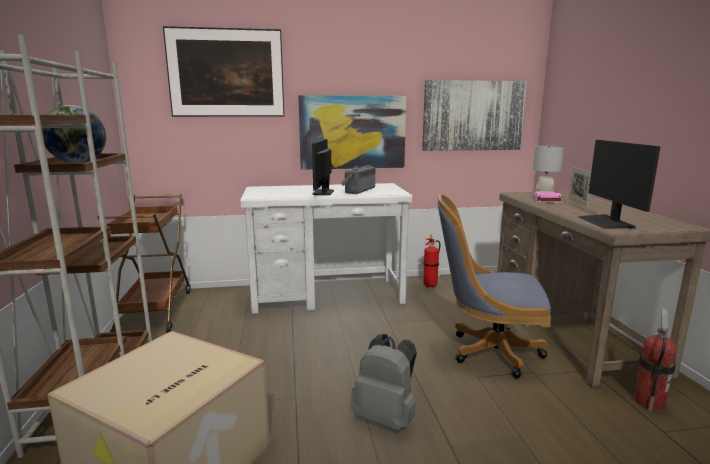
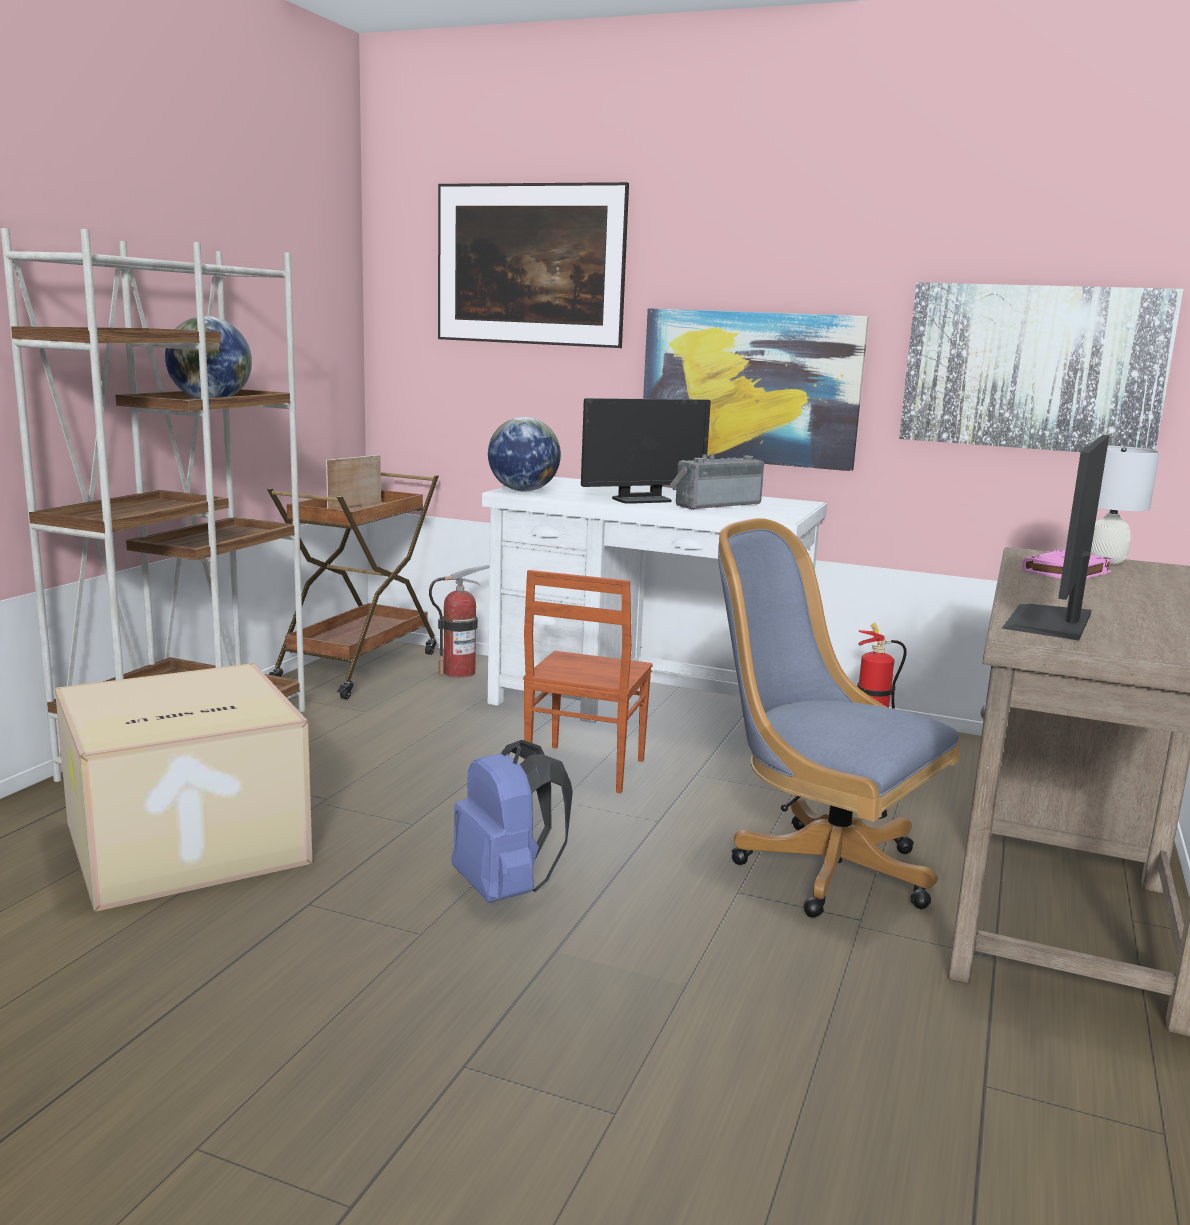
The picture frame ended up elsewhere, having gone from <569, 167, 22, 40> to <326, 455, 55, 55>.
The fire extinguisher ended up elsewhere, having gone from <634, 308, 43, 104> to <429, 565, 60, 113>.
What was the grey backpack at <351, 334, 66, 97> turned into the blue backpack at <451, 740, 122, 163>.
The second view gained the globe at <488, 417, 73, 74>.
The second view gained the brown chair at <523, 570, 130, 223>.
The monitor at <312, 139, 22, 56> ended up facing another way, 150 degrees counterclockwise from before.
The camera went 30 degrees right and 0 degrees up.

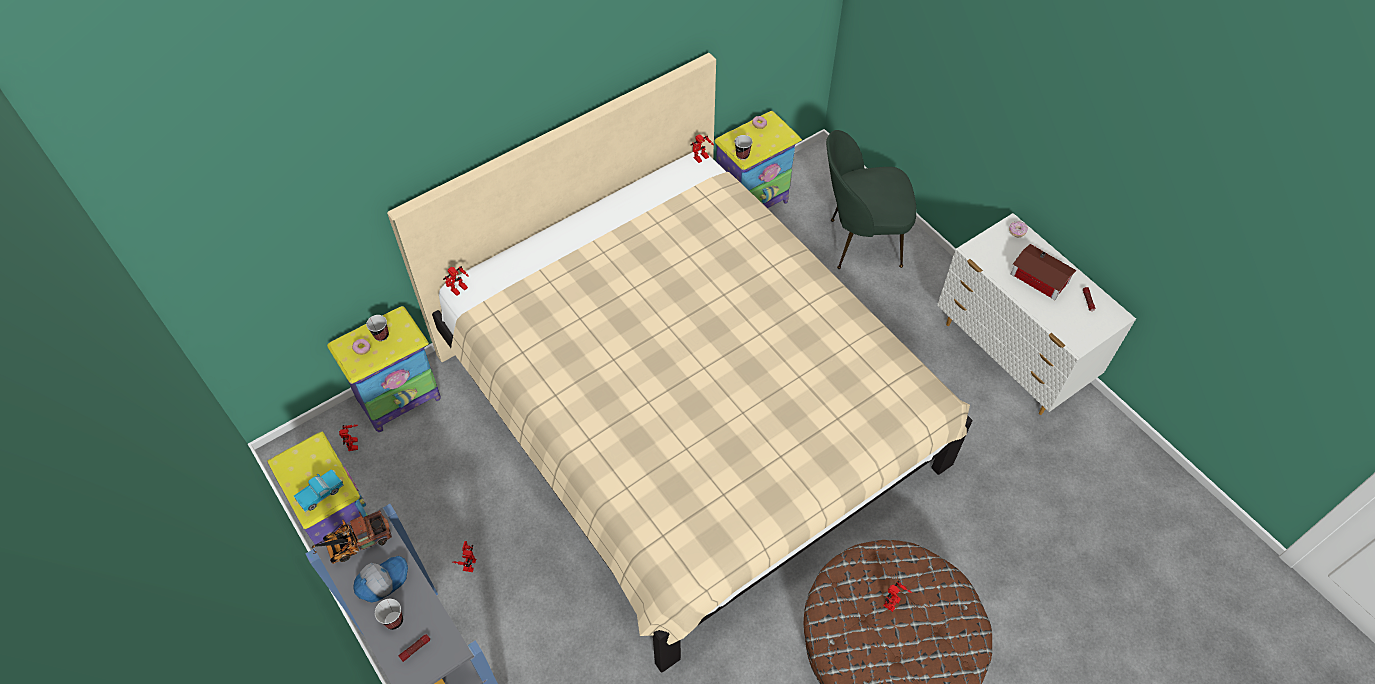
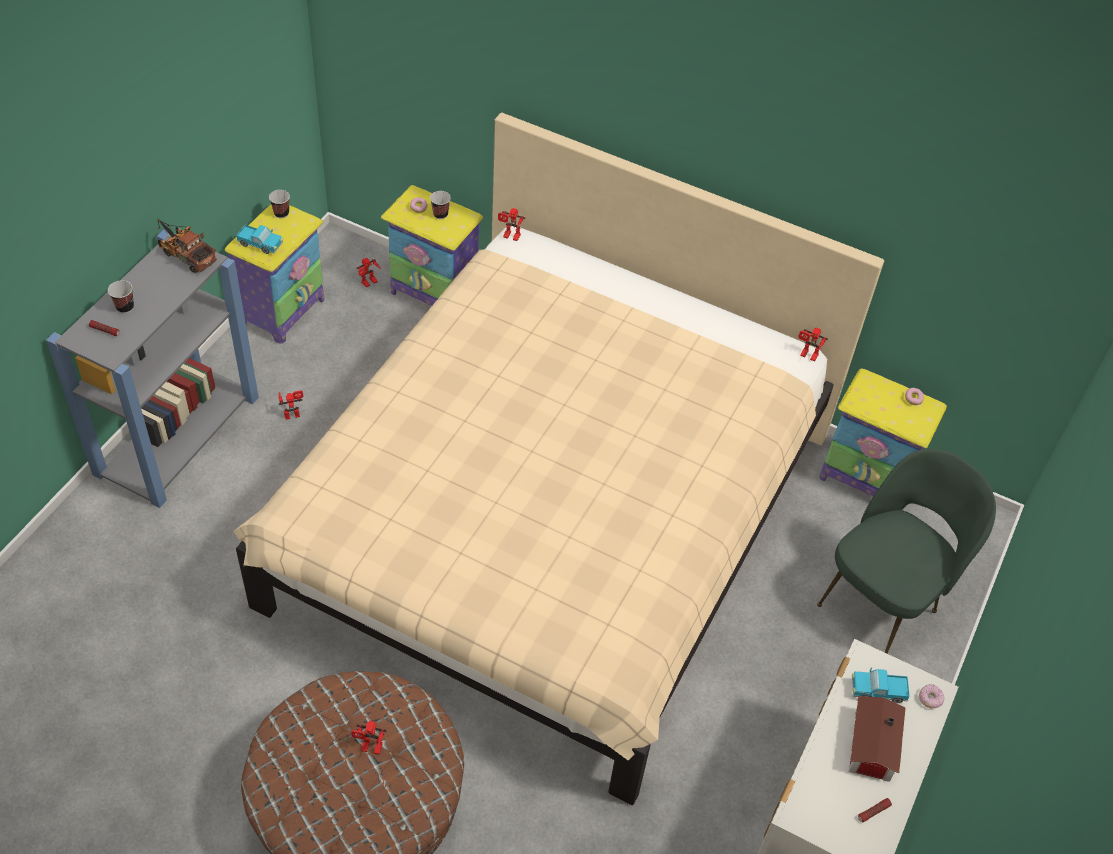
The cup ended up elsewhere, having gone from <735, 135, 18, 25> to <269, 190, 21, 28>.
The green chair at <826, 130, 90, 139> ended up facing another way, 75 degrees clockwise from before.
The second view gained the toy truck at <852, 667, 58, 36>.
The second view lost the cap at <353, 556, 55, 46>.
The camera went 60 degrees right and 5 degrees down.

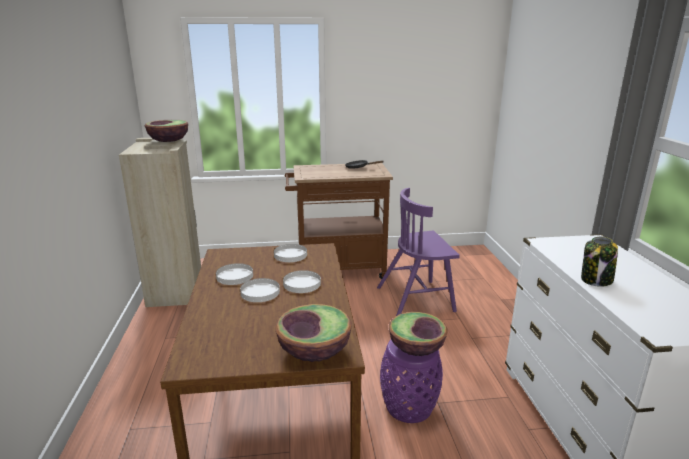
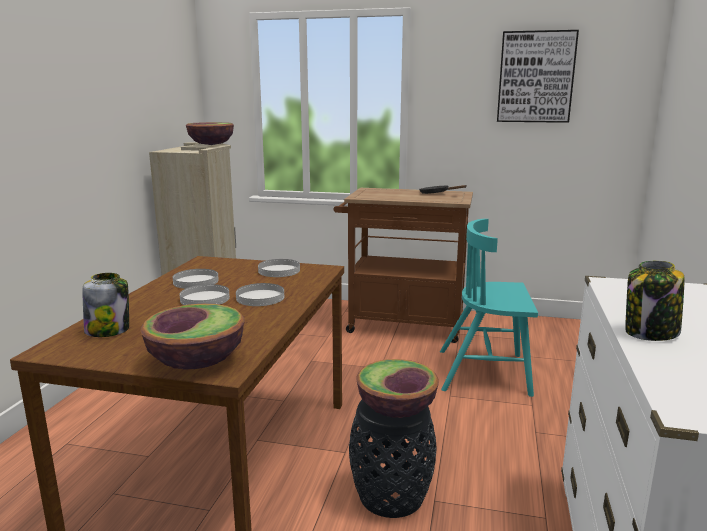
The second view gained the jar at <83, 273, 46, 64>.
What was the purple stool at <380, 340, 63, 83> turned into the black stool at <349, 400, 87, 118>.
What was the purple chair at <377, 188, 83, 128> turned into the turquoise chair at <440, 219, 98, 178>.
The second view gained the picture at <497, 30, 82, 93>.
The camera went 20 degrees right and 5 degrees down.

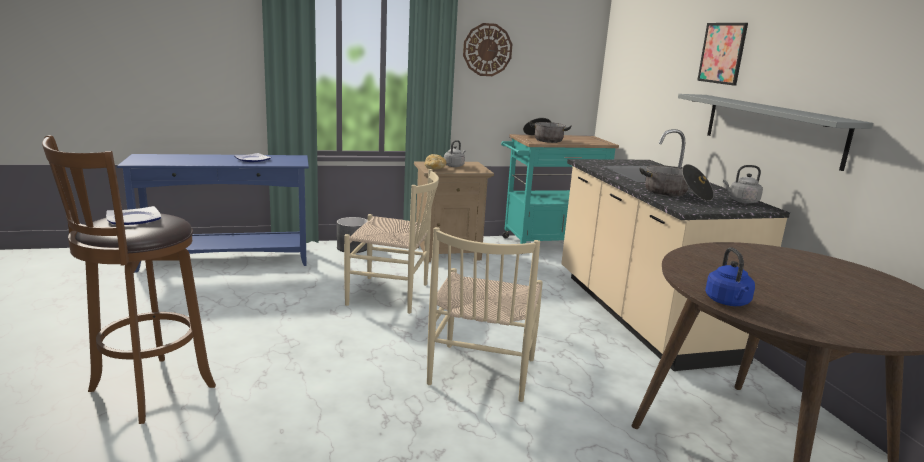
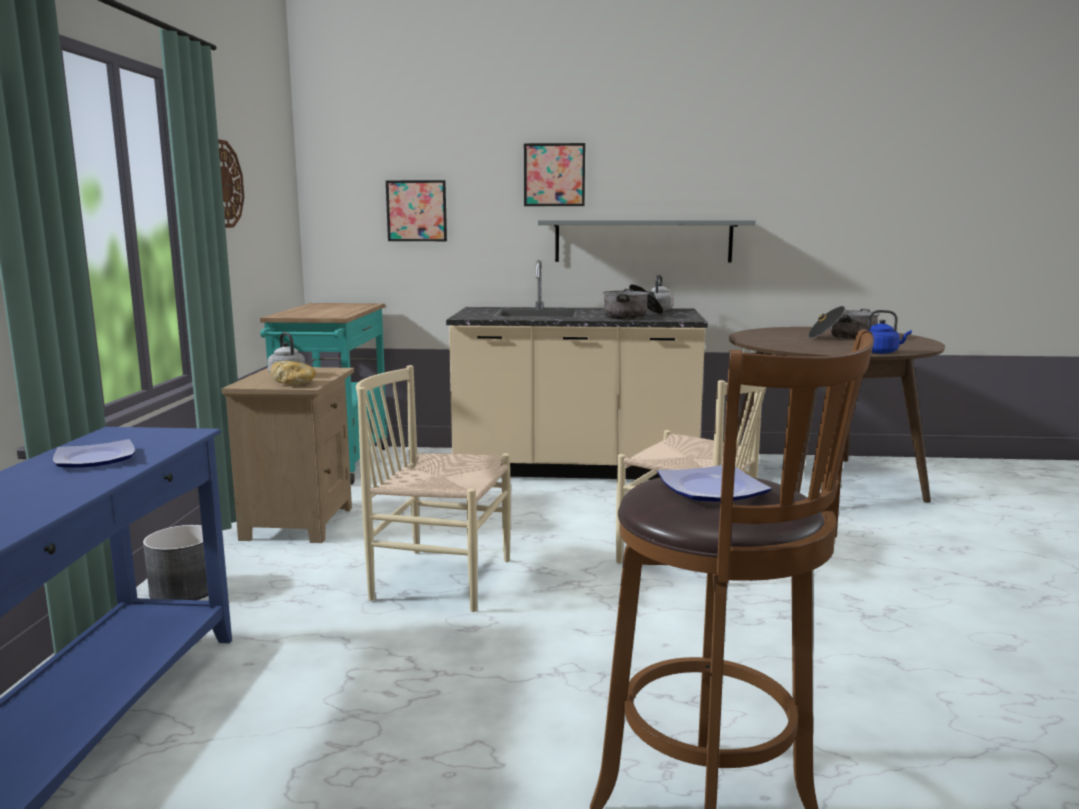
The beige chair at <344, 169, 95, 145> ended up facing another way, 105 degrees counterclockwise from before.
The second view gained the picture at <386, 180, 61, 61>.
The cooking pot ended up elsewhere, having gone from <523, 118, 48, 25> to <808, 306, 72, 34>.
The camera went 70 degrees left and 5 degrees down.

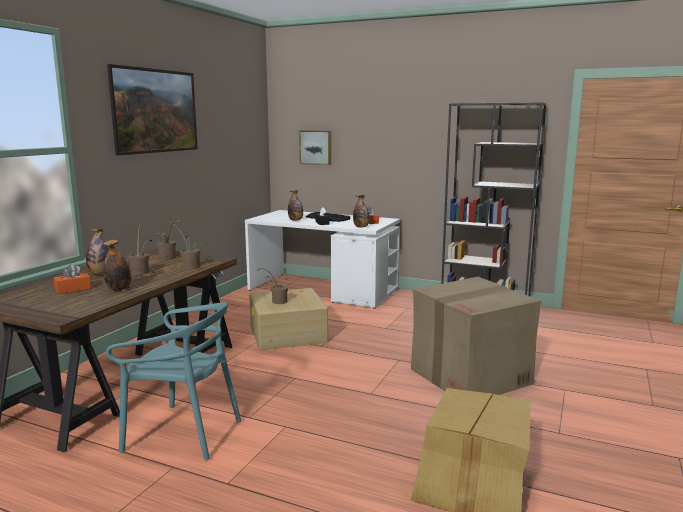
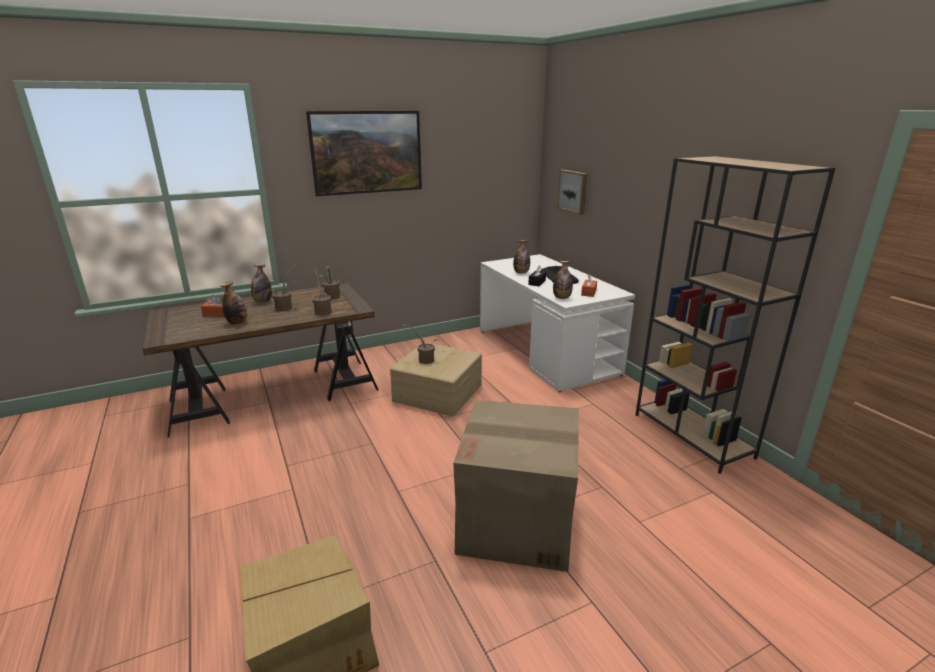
The second view lost the turquoise chair at <106, 302, 135, 158>.
The camera went 40 degrees right and 10 degrees up.

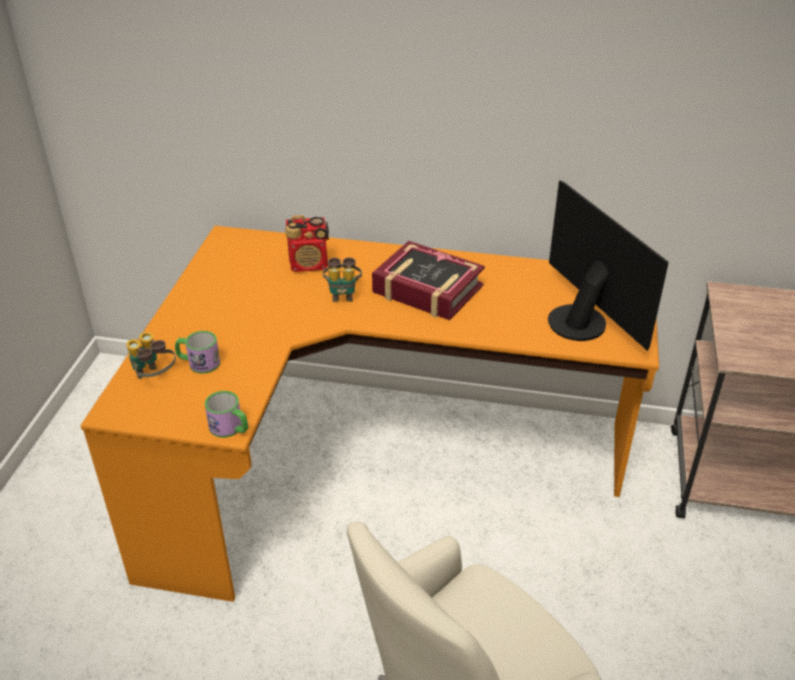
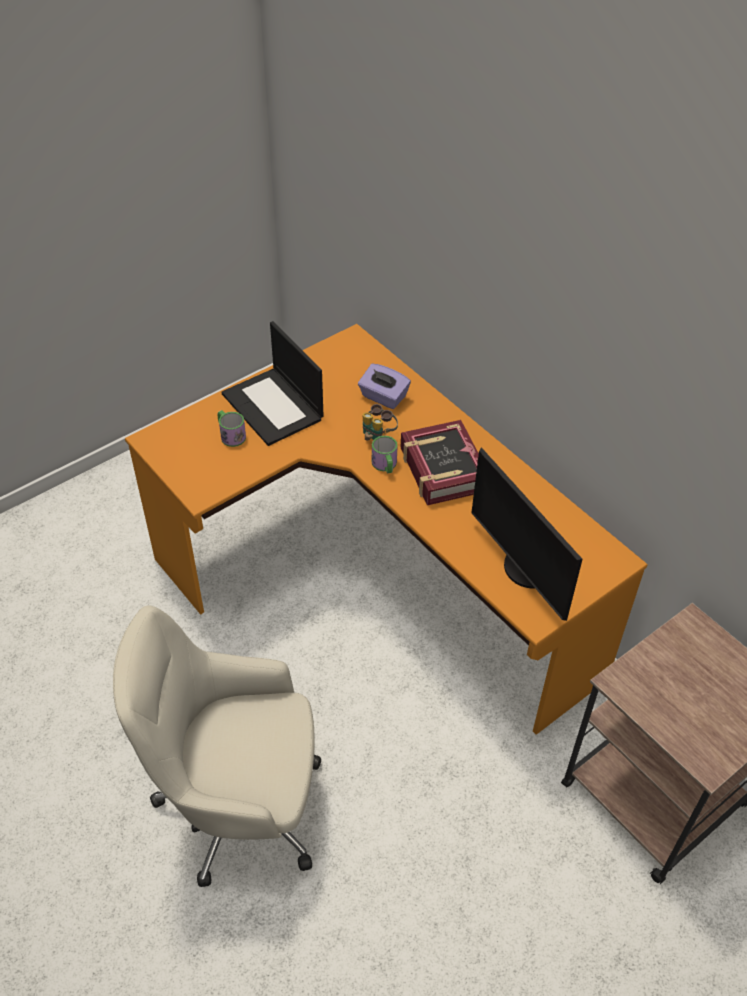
The second view gained the laptop at <222, 321, 101, 125>.
Where the radio stood at <285, 215, 44, 57>, the purple tissue box came to stand at <358, 364, 53, 45>.
The mug ended up elsewhere, having gone from <205, 391, 43, 47> to <372, 436, 26, 37>.
The monitor at <548, 180, 121, 171> ended up facing another way, 135 degrees clockwise from before.
The second view lost the binoculars at <126, 332, 50, 47>.
The camera went 40 degrees right and 10 degrees up.

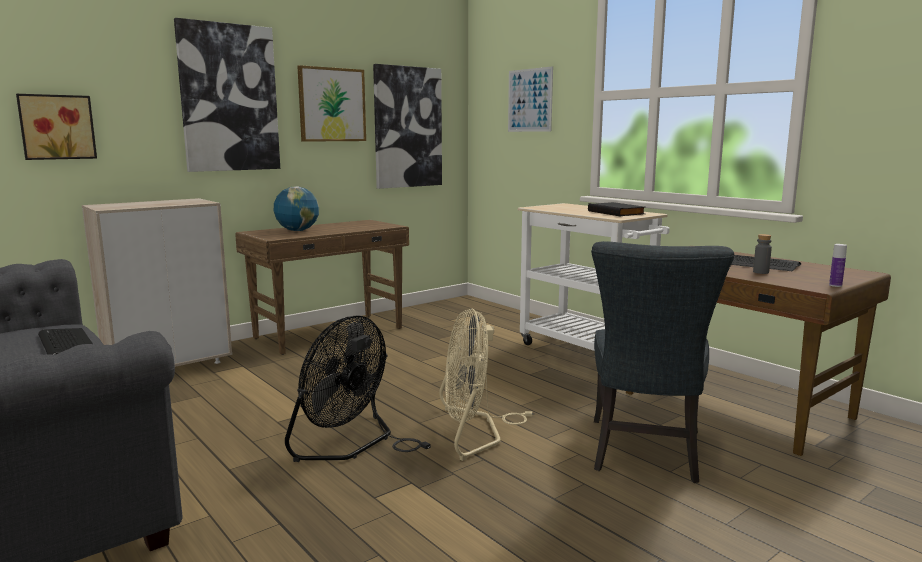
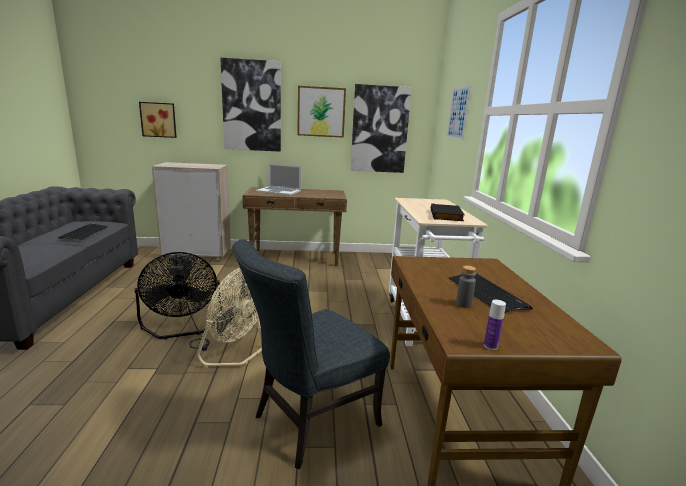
Where the globe stood at <274, 186, 45, 45>, the laptop came to stand at <256, 163, 45, 32>.
The camera went 35 degrees right and 5 degrees up.

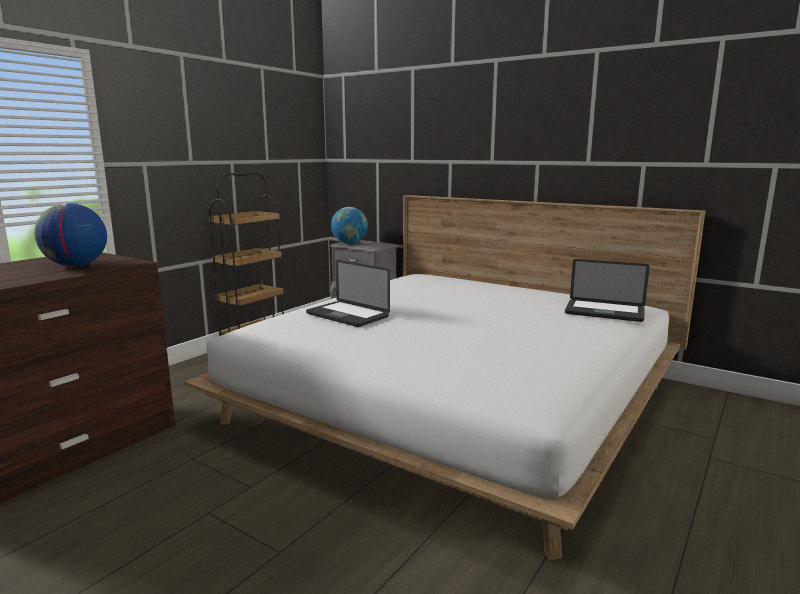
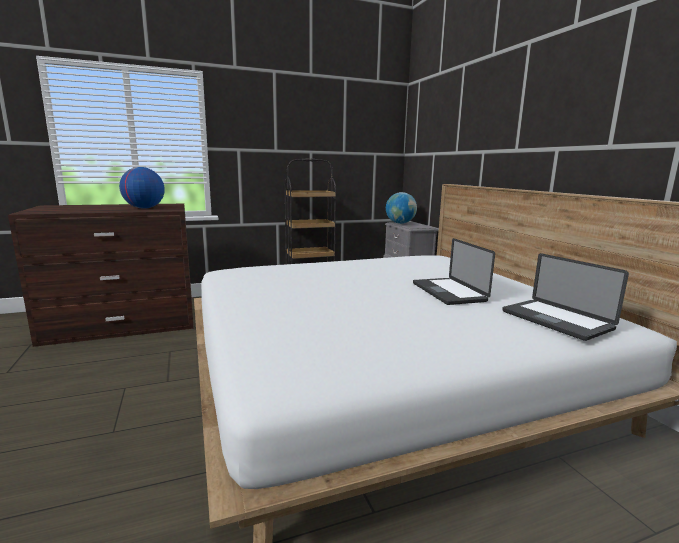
The laptop ended up elsewhere, having gone from <306, 260, 84, 67> to <413, 238, 82, 67>.
The camera went 35 degrees right and 0 degrees up.

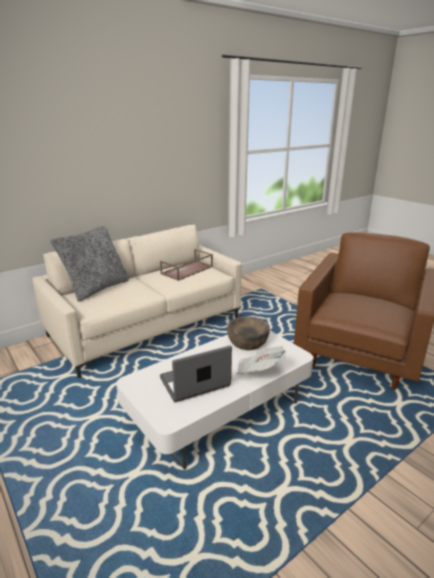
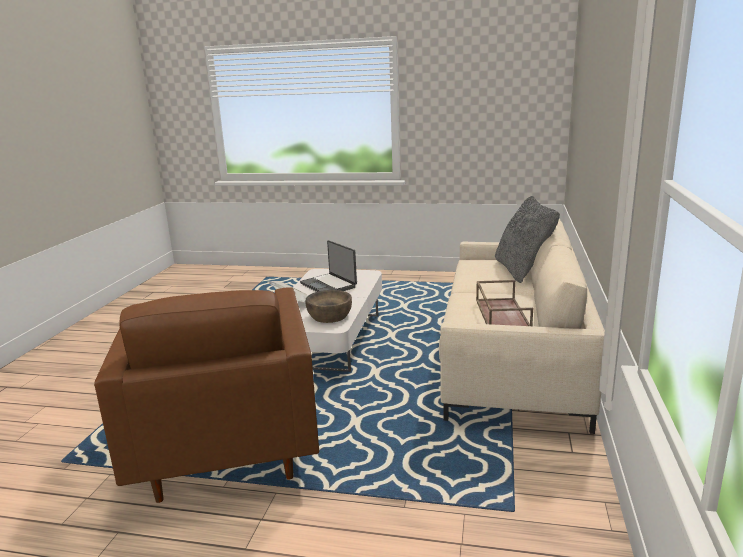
The laptop at <160, 346, 72, 56> ended up facing another way, 120 degrees clockwise from before.
The camera went 140 degrees right and 5 degrees down.

